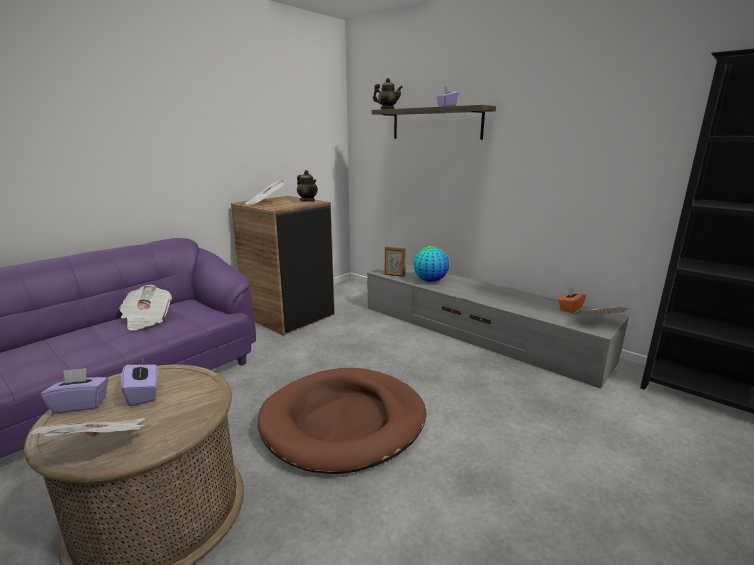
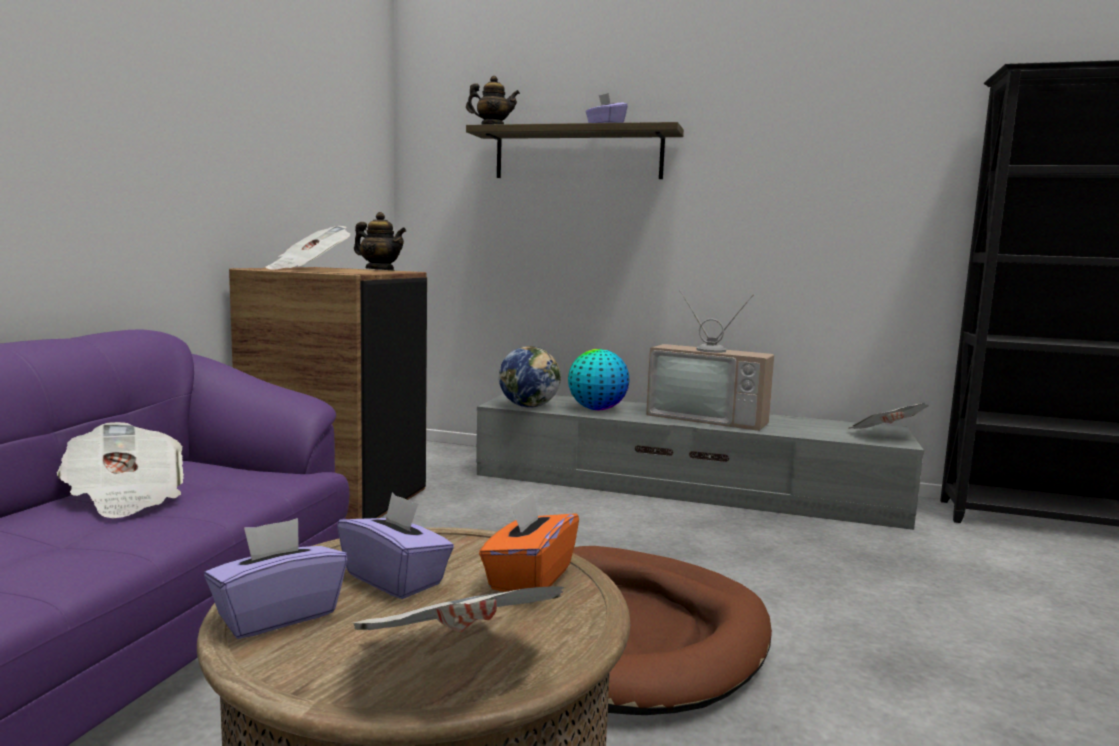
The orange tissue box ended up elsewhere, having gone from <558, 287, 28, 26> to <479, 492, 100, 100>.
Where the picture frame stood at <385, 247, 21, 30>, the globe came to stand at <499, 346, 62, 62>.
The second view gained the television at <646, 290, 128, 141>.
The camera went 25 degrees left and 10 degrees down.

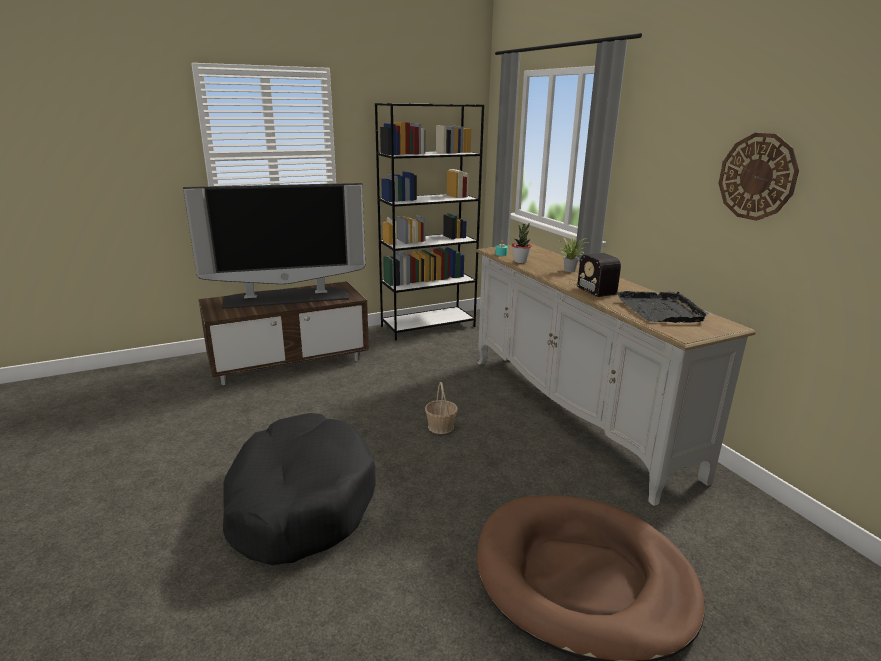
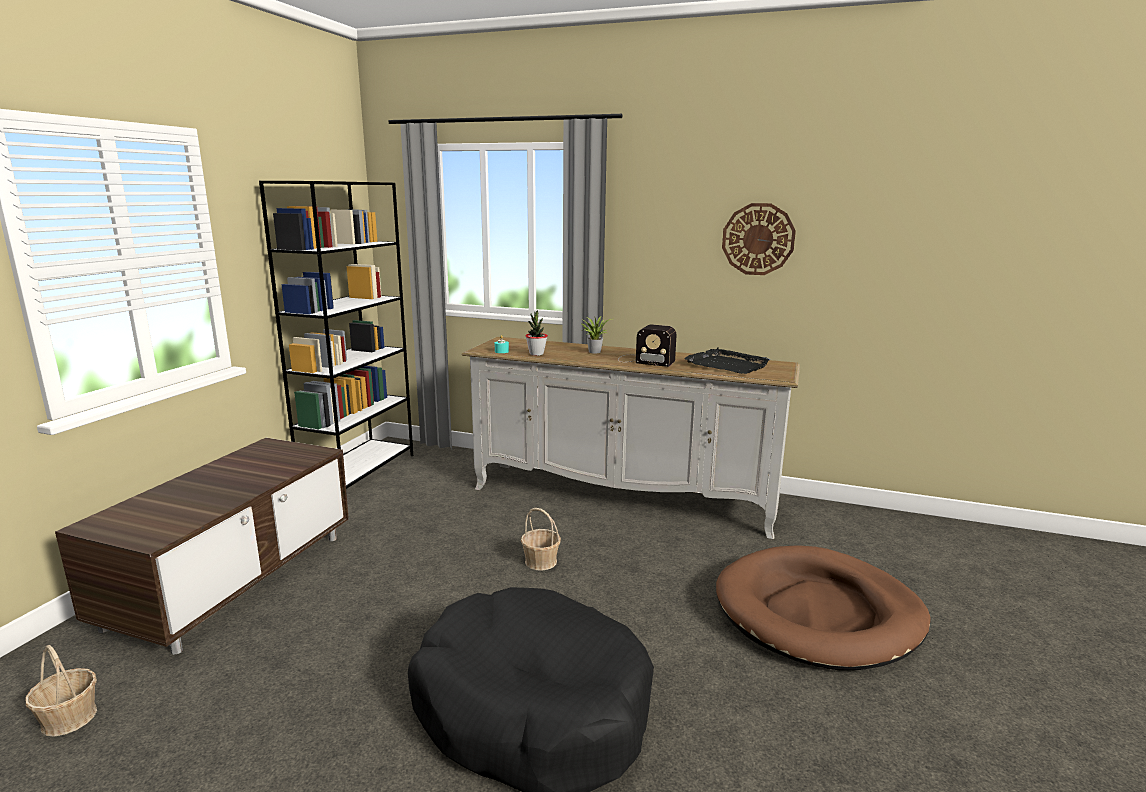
The second view gained the basket at <25, 645, 72, 92>.
The second view lost the television at <183, 183, 182, 126>.
The camera went 45 degrees left and 5 degrees down.

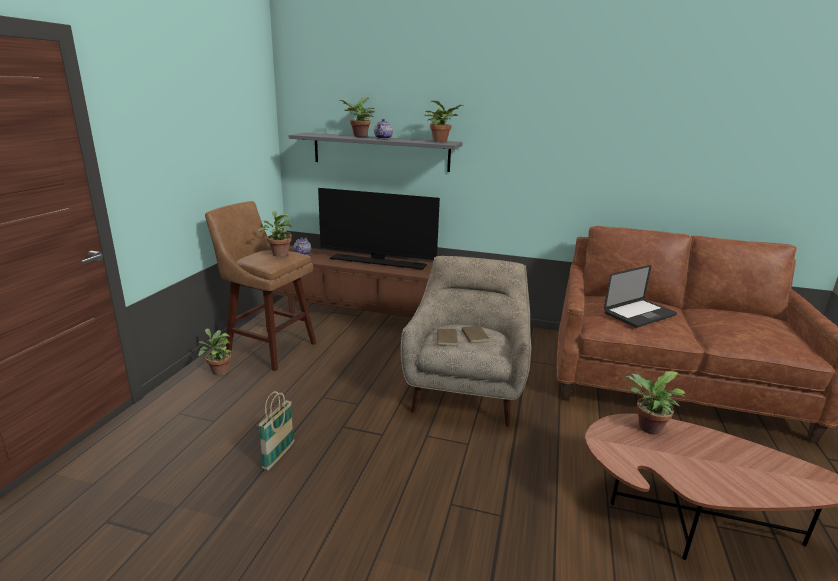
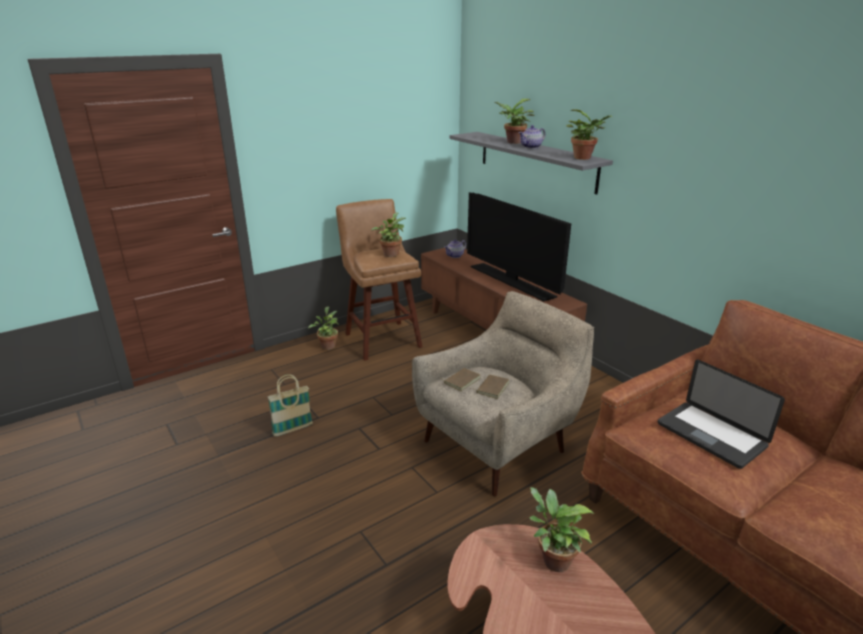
The laptop at <604, 265, 73, 63> ended up facing another way, 45 degrees clockwise from before.
The camera went 40 degrees right and 5 degrees up.

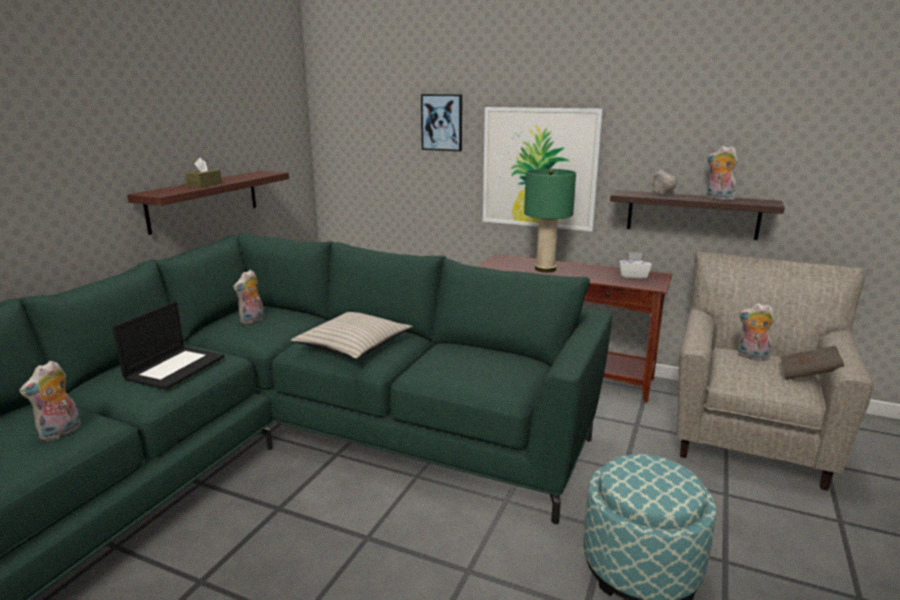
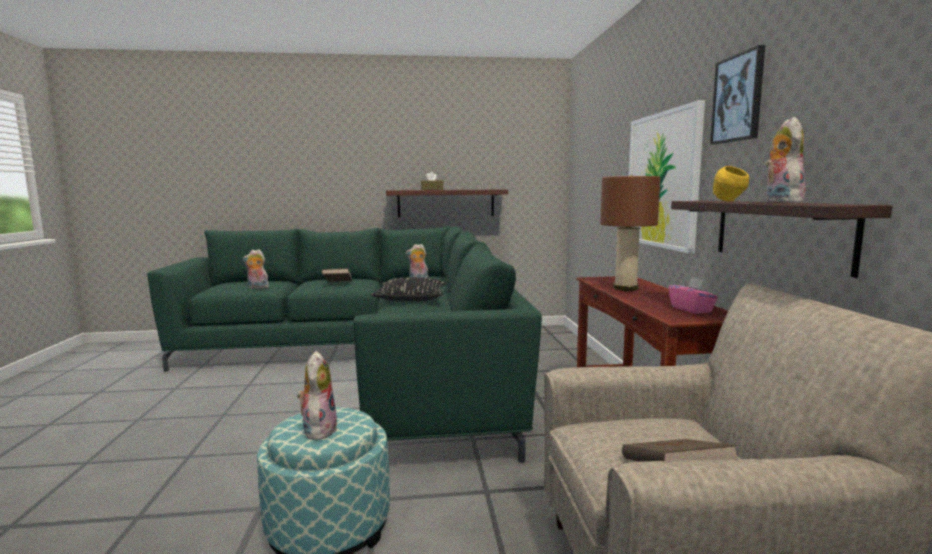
The plush toy ended up elsewhere, having gone from <738, 303, 37, 58> to <297, 351, 40, 89>.
Where the laptop stood at <112, 301, 112, 89>, the brown book came to stand at <322, 268, 30, 14>.
What was the beige pillow at <291, 312, 122, 47> turned into the black pillow at <370, 277, 76, 24>.
What was the green table lamp at <524, 169, 52, 104> turned into the brown table lamp at <600, 175, 61, 116>.
What was the white tissue box at <618, 252, 34, 27> turned into the pink tissue box at <669, 277, 49, 37>.
The picture ended up elsewhere, having gone from <421, 94, 41, 57> to <710, 45, 55, 99>.
What was the grey bowl at <652, 170, 26, 26> turned into the yellow bowl at <713, 166, 36, 35>.
The camera went 60 degrees right and 10 degrees down.

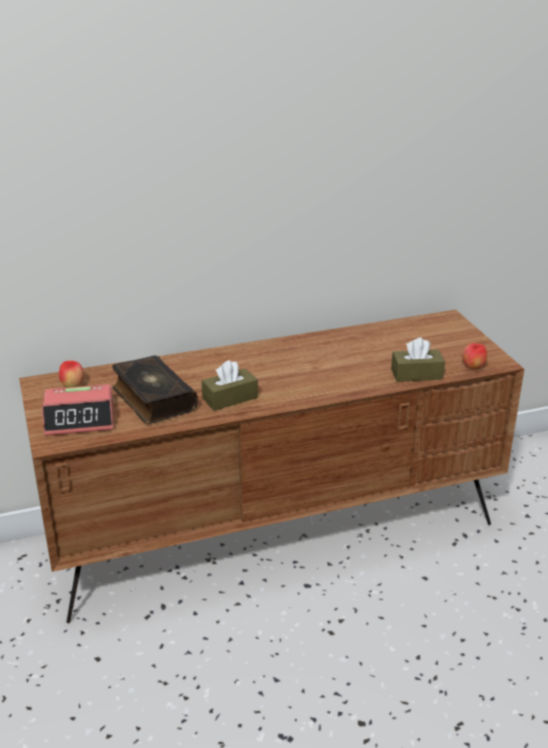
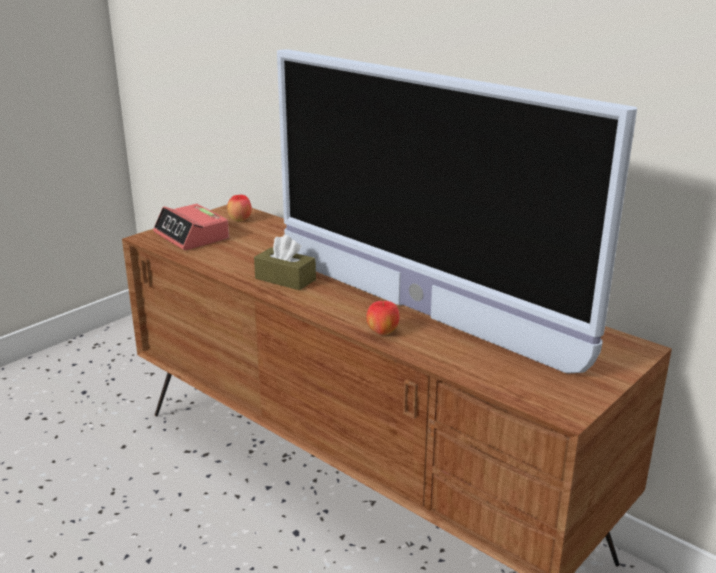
The second view gained the television at <277, 49, 360, 324>.
The apple ended up elsewhere, having gone from <462, 343, 25, 26> to <367, 301, 32, 34>.
The second view lost the book at <112, 355, 86, 69>.
The second view lost the brown tissue box at <391, 337, 54, 45>.
The camera went 60 degrees right and 5 degrees down.

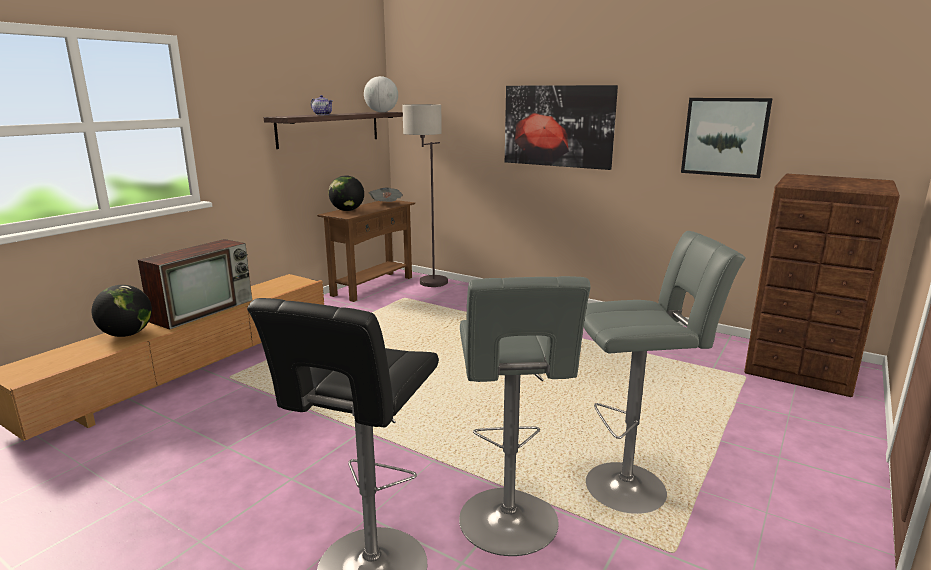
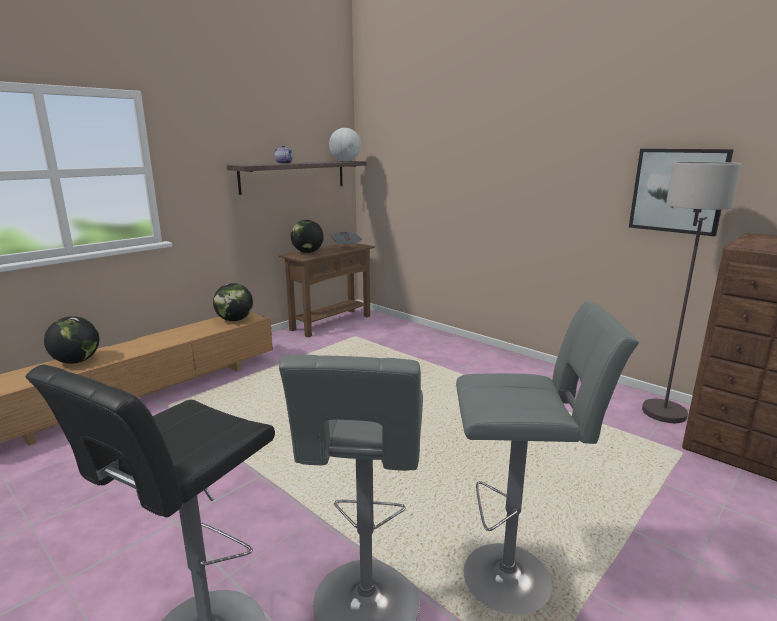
The second view gained the globe at <213, 283, 40, 38>.
The grey floor lamp ended up elsewhere, having gone from <402, 104, 46, 183> to <642, 162, 99, 261>.
The second view lost the television at <138, 239, 114, 91>.
The second view lost the picture at <505, 85, 113, 85>.
The camera went 10 degrees right and 0 degrees up.

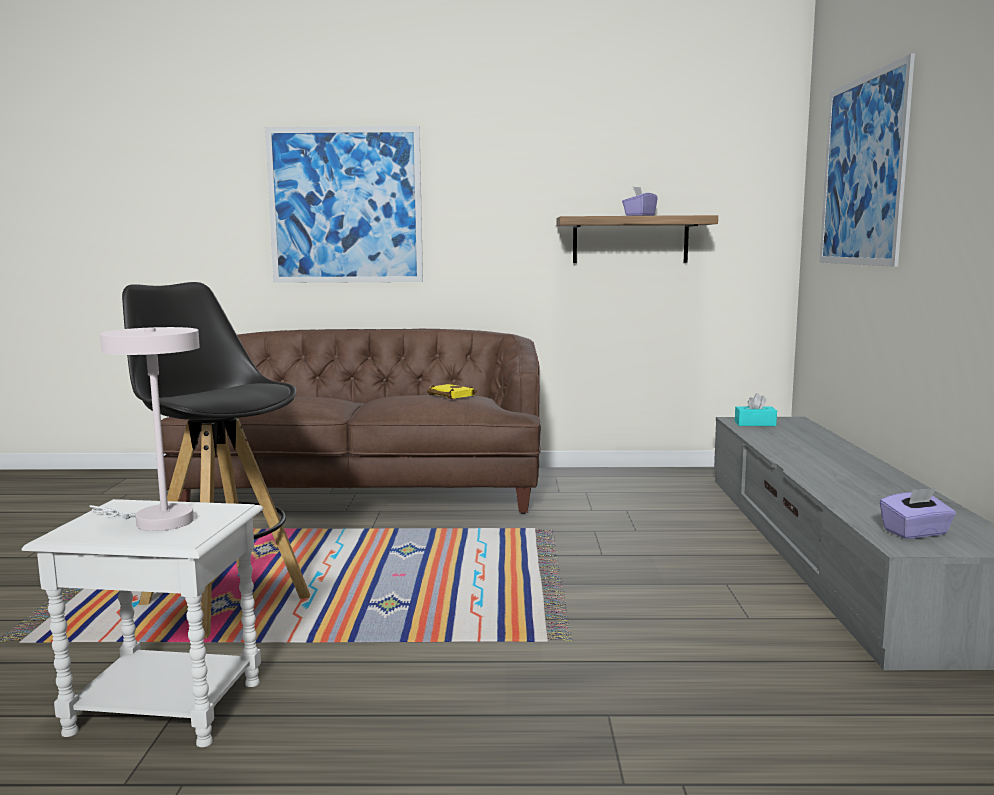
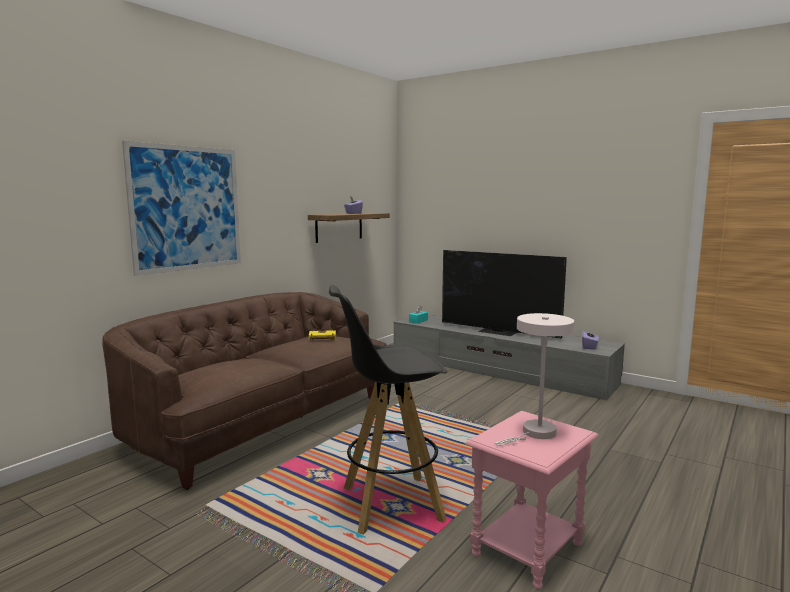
The second view gained the television at <442, 250, 125, 89>.
What was the white side table at <21, 499, 242, 248> turned into the pink side table at <465, 411, 134, 178>.
The second view lost the picture at <820, 53, 95, 214>.
The camera went 55 degrees left and 0 degrees up.

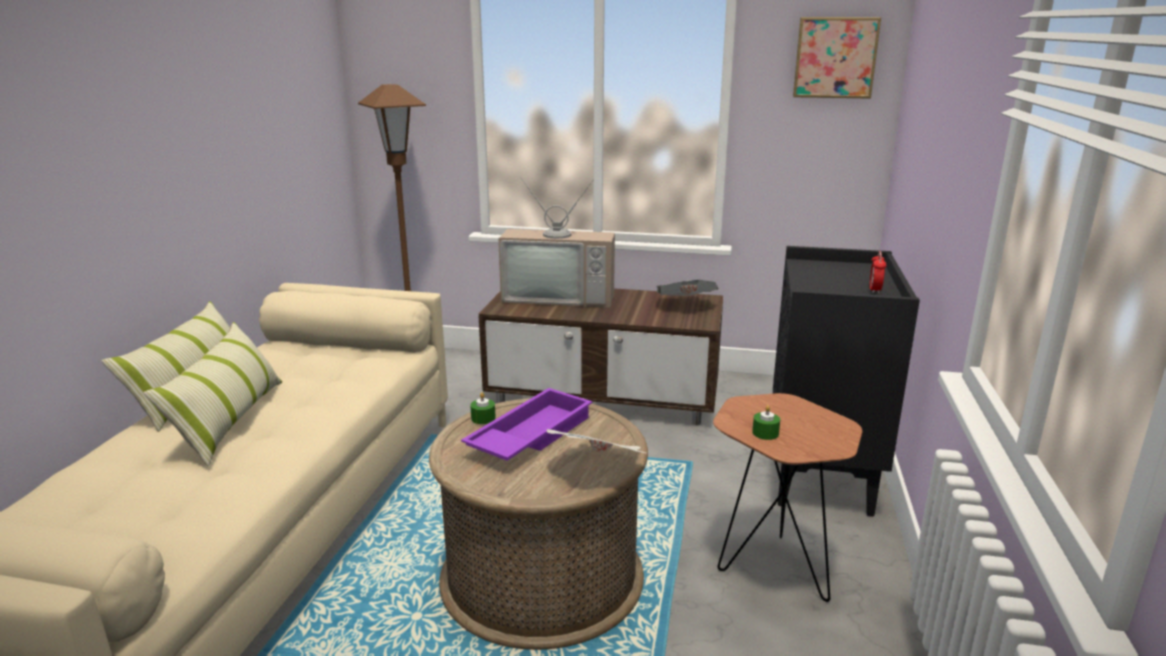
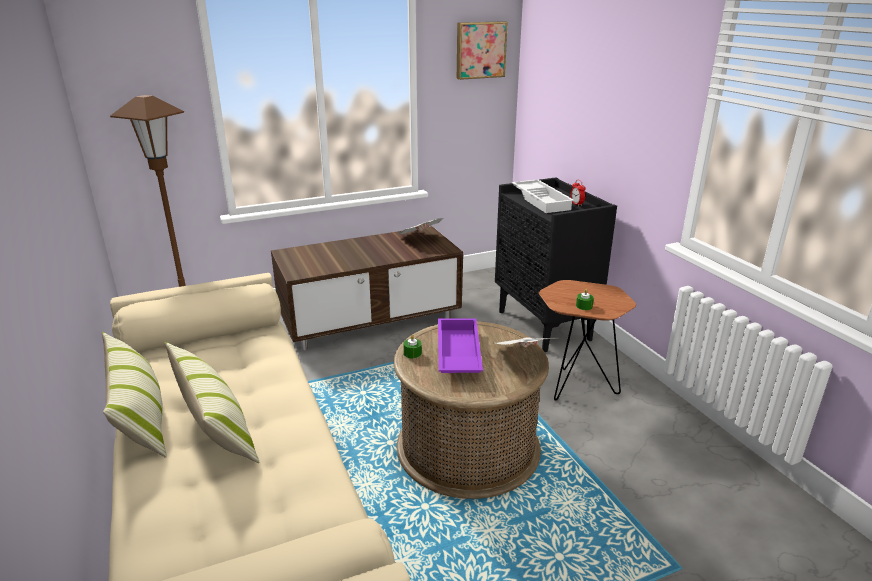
The second view gained the white tray at <512, 179, 63, 34>.
The second view lost the television at <498, 178, 117, 129>.
The camera went 35 degrees left and 5 degrees up.

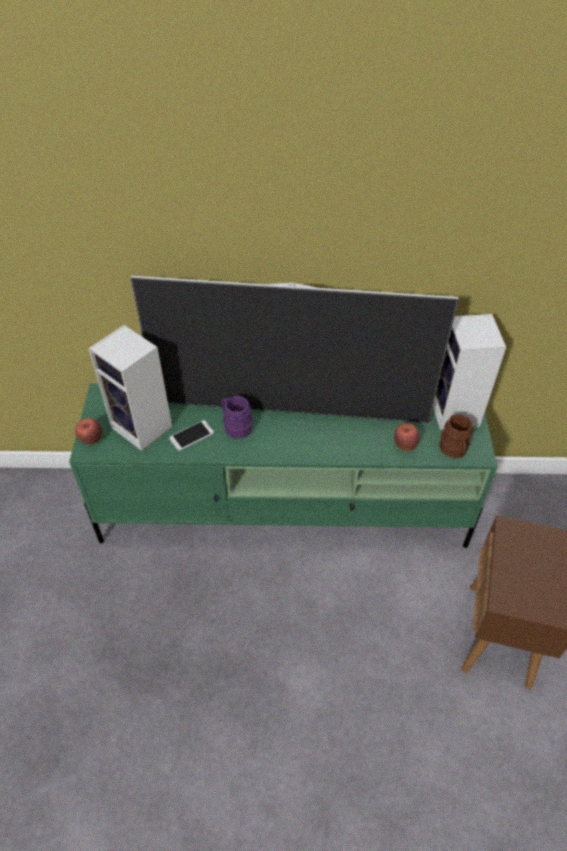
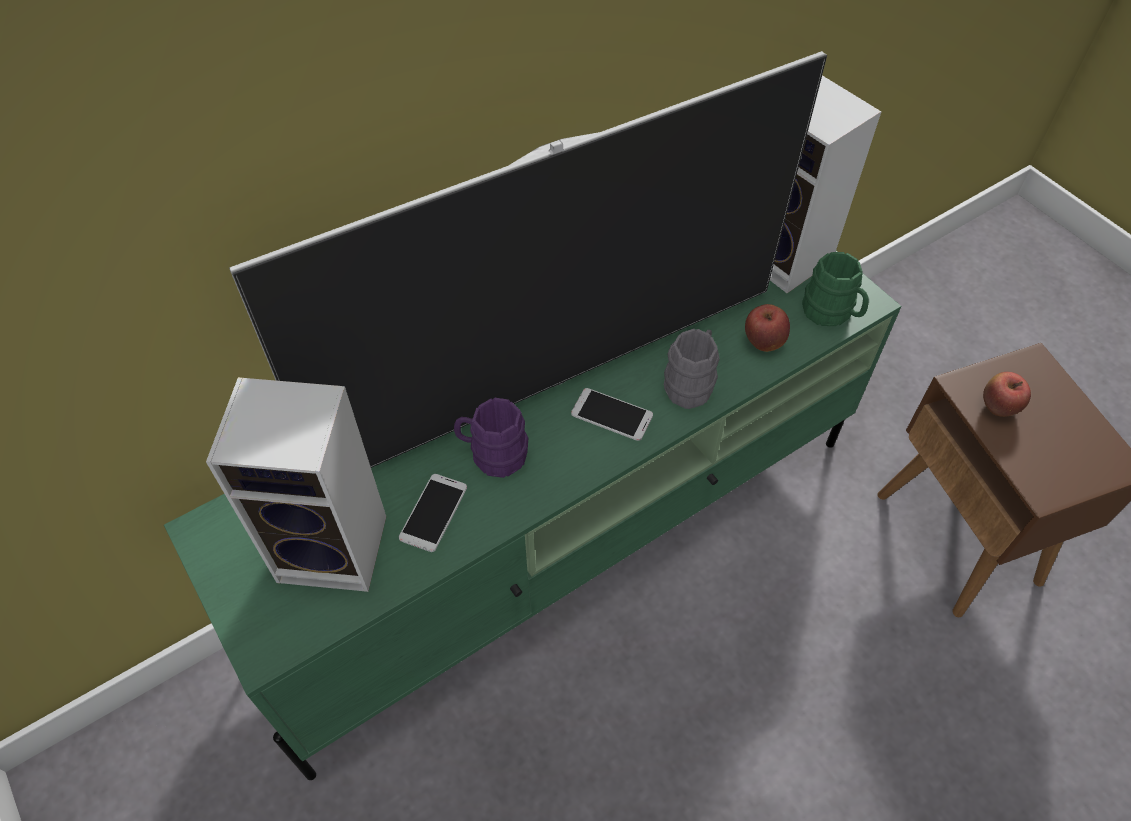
The second view gained the phone at <571, 388, 82, 53>.
The second view gained the grey mug at <664, 329, 55, 80>.
What was the brown mug at <439, 414, 34, 44> turned into the green mug at <802, 252, 66, 74>.
The apple ended up elsewhere, having gone from <75, 418, 27, 26> to <983, 372, 48, 45>.
The camera went 35 degrees left and 5 degrees up.

